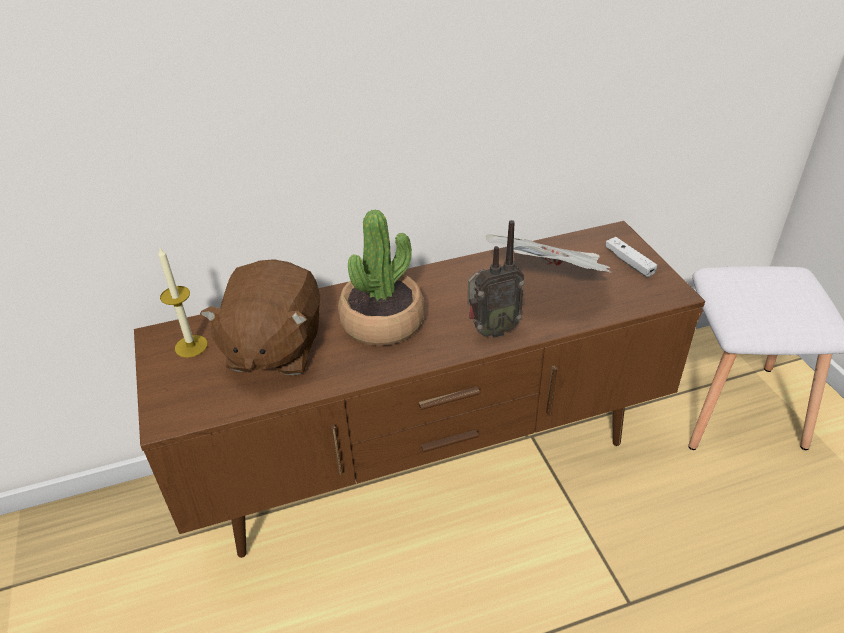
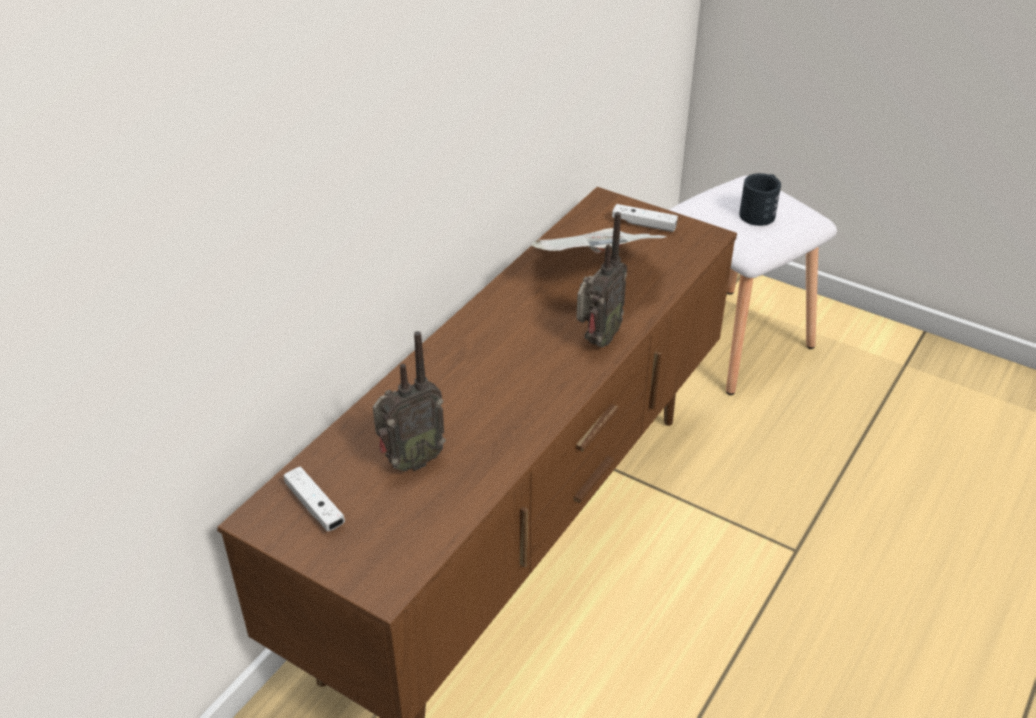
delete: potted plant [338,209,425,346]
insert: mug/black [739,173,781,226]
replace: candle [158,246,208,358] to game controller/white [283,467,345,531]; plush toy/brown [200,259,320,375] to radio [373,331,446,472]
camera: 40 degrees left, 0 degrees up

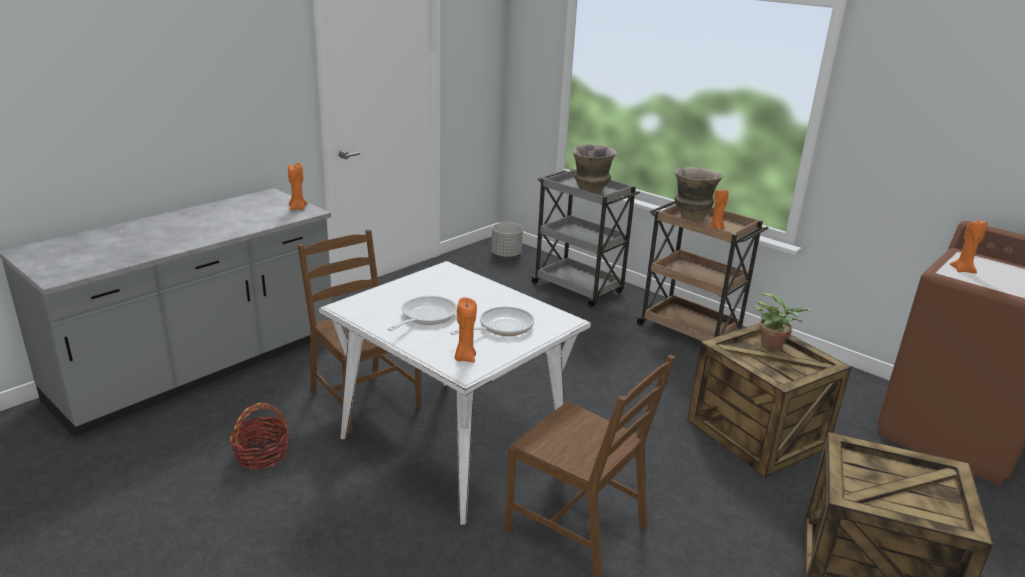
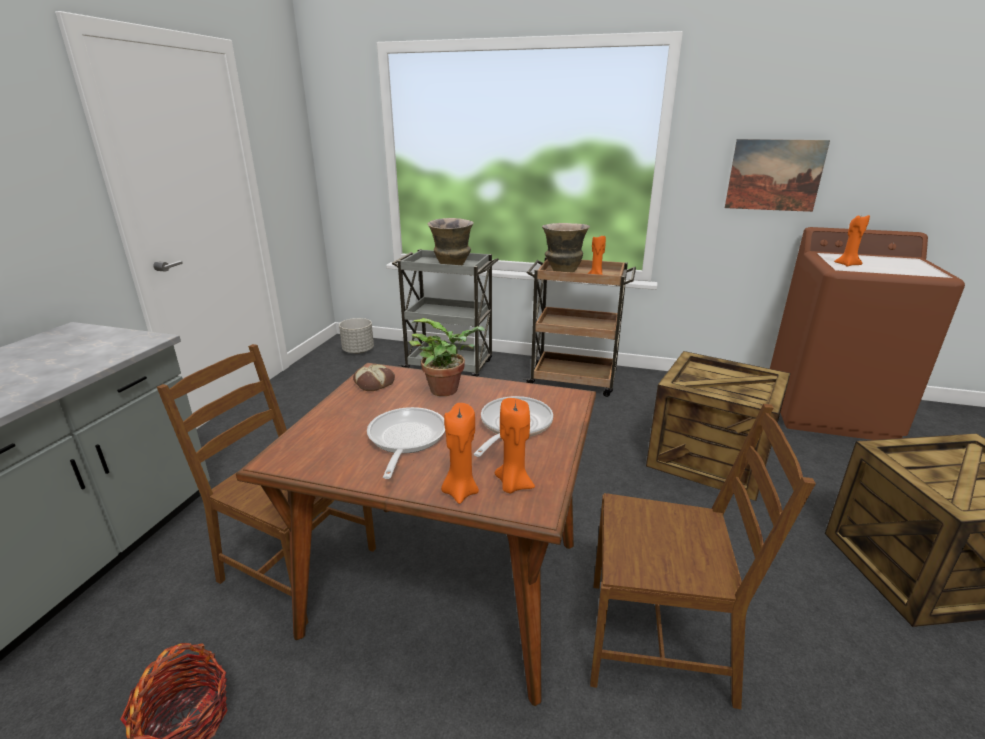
insert: bread [353,364,395,391]; picture [725,139,830,212]
move: candle/orange [288,162,308,210] to [441,403,479,504]; potted plant [755,293,813,351] to [409,318,485,396]
recolor: dining table/white [319,261,591,525] to dining table/brown [236,363,596,706]
camera: 25 degrees left, 0 degrees up

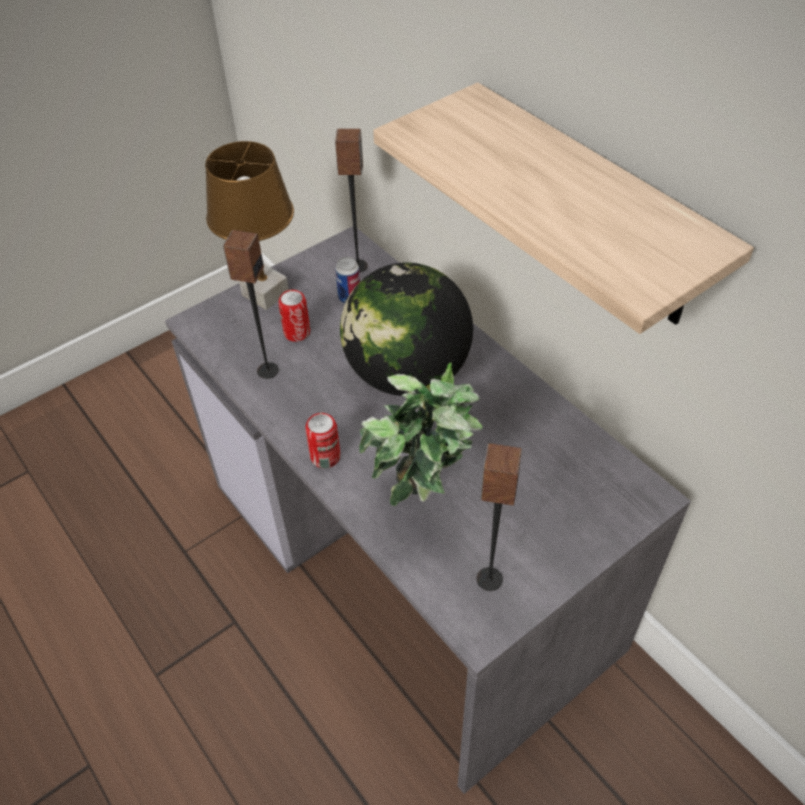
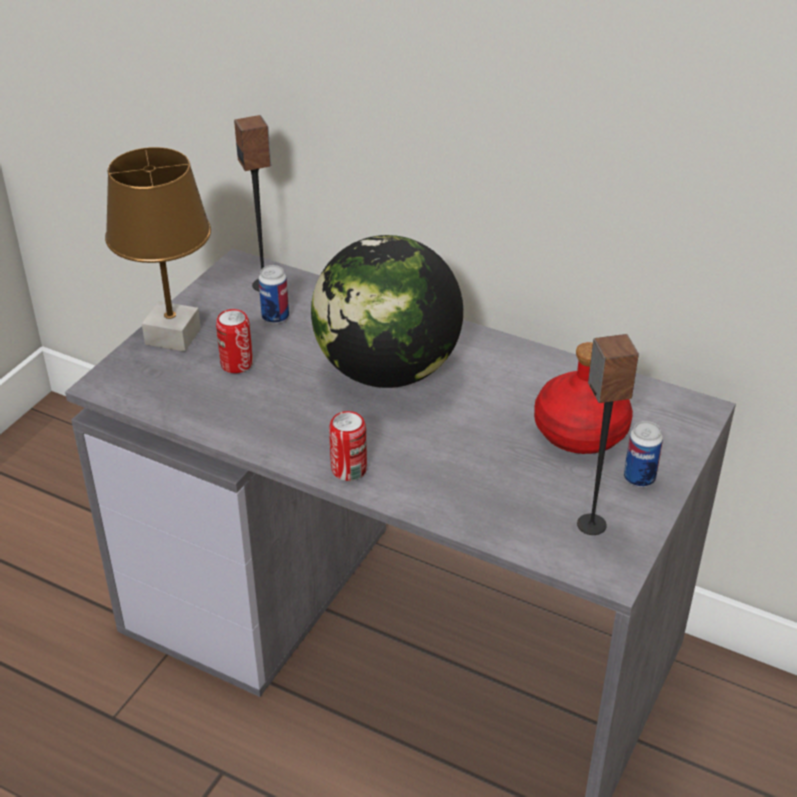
delete: speaker [223,230,279,379]; potted plant [359,363,483,506]; shelf [373,82,754,334]
insert: bottle/red [534,342,633,454]; can [624,421,663,487]
camera: 25 degrees left, 10 degrees down

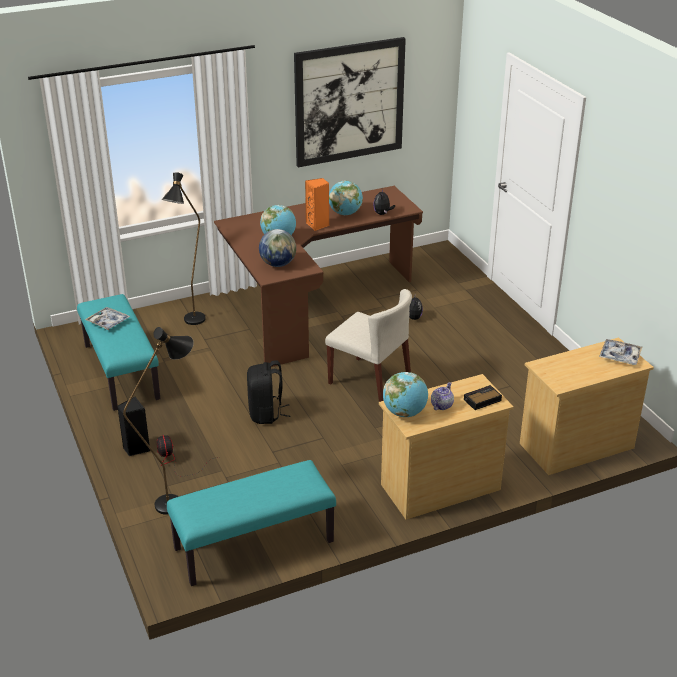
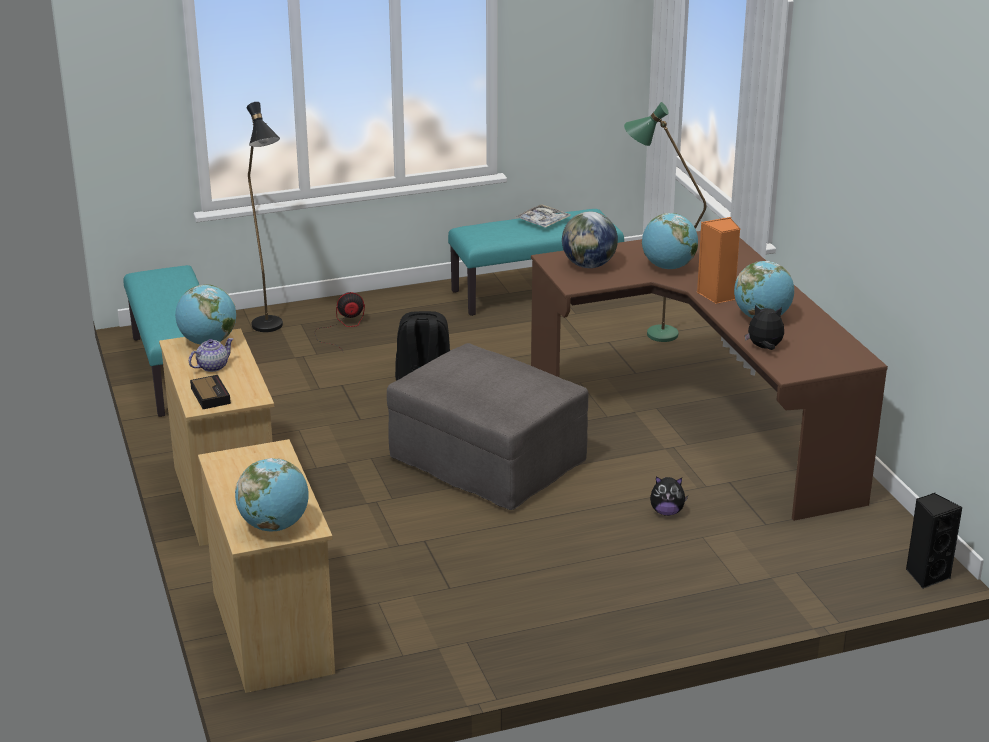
delete: picture [294,37,406,167]
move: speaker/black [117,397,150,456] to [906,493,963,588]
replace: chair/beige [325,289,412,402] to ottoman/grey [387,343,588,510]; tray [599,339,642,365] to globe [235,458,309,531]
recolor: floor lamp/black [162,172,206,325] to floor lamp/green [624,102,706,342]
rotate: teapot [431,382,454,410] = [189,338,233,372] 75 degrees counterclockwise
camera: 95 degrees right, 5 degrees down

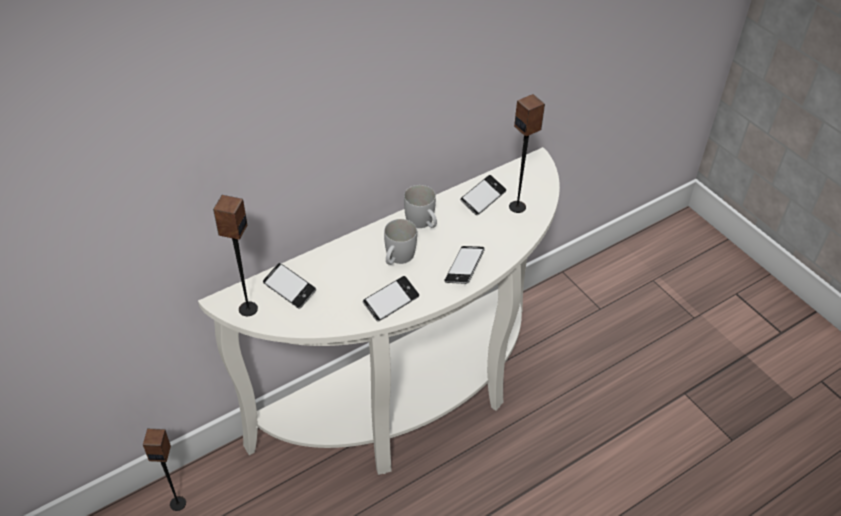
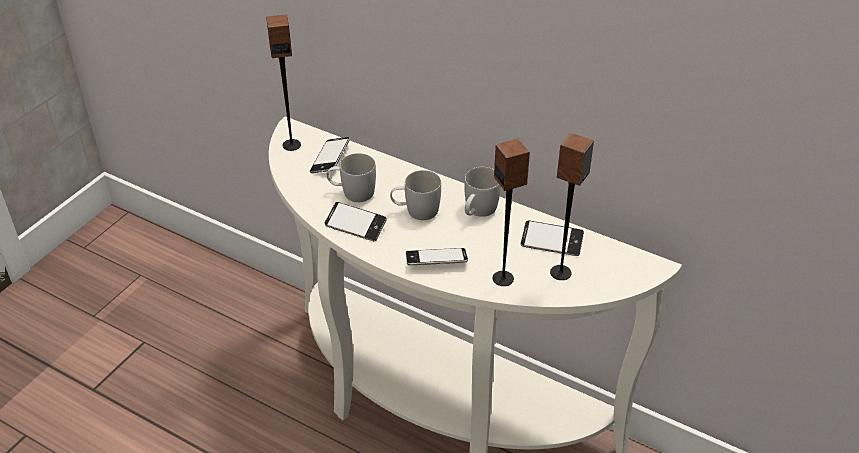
insert: mug/white [327,153,376,202]
move: speaker [143,428,186,511] to [493,139,530,286]
camera: 65 degrees right, 5 degrees down

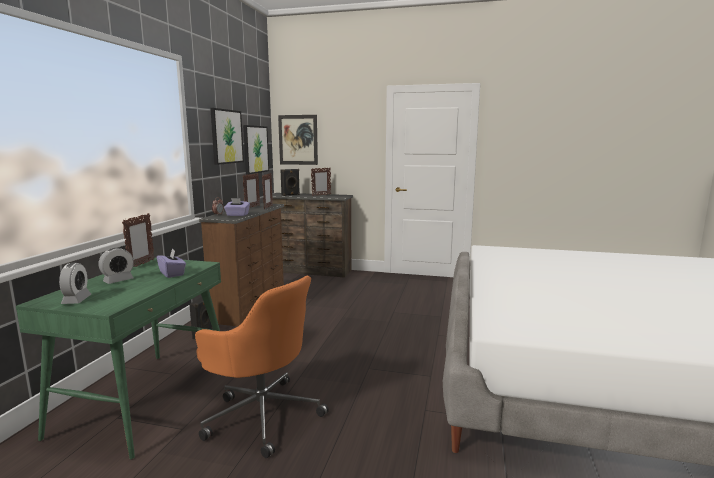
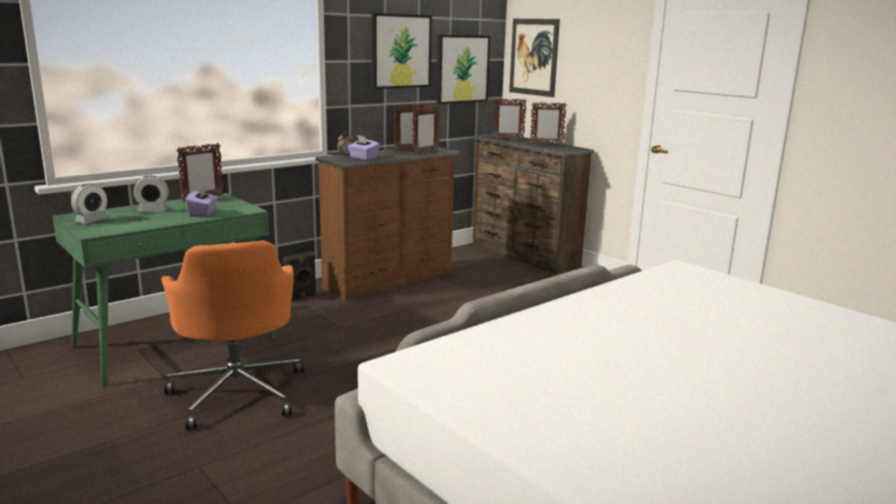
replace: speaker/black [281,169,300,196] to picture frame [493,98,527,140]
camera: 35 degrees right, 5 degrees up

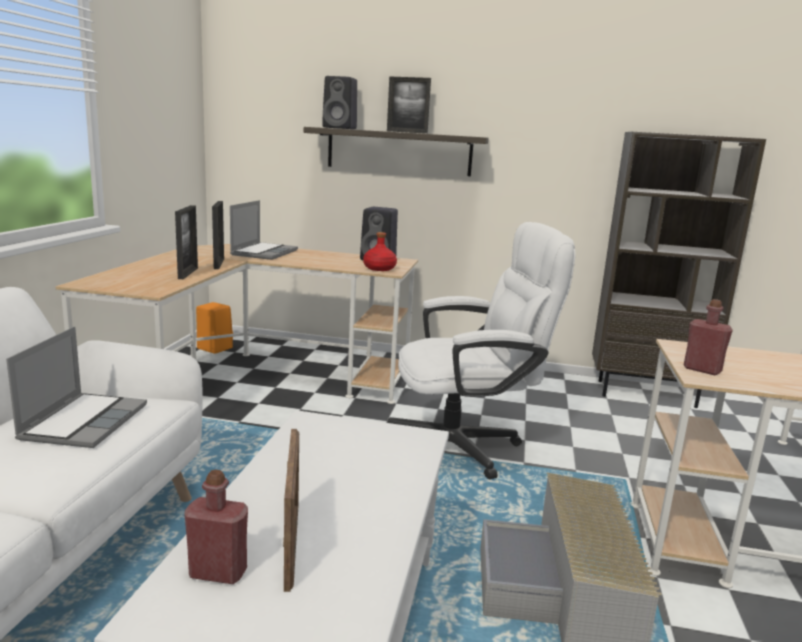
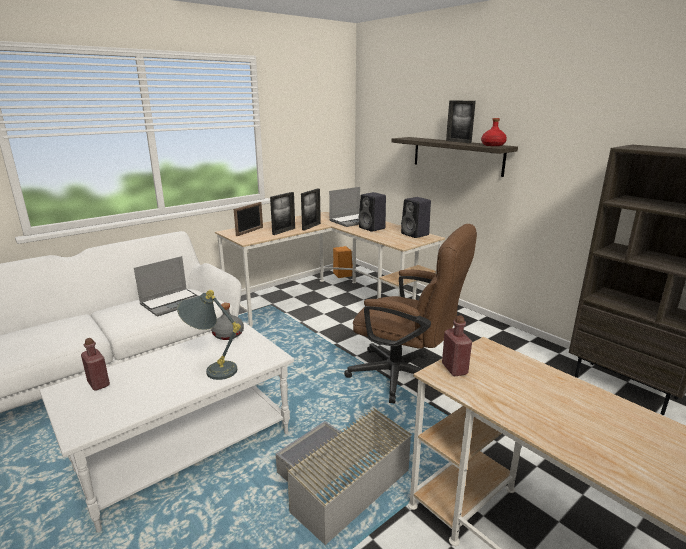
insert: table lamp/grey [177,290,241,380]; bottle/grey [211,303,244,340]
move: picture frame [283,429,299,592] to [234,202,263,236]; speaker/black [322,76,357,129] to [359,192,386,232]; bottle/red [363,232,397,271] to [481,118,507,146]
recolor: office chair/white [387,222,576,479] to office chair/brown [344,224,477,404]
camera: 40 degrees right, 5 degrees up

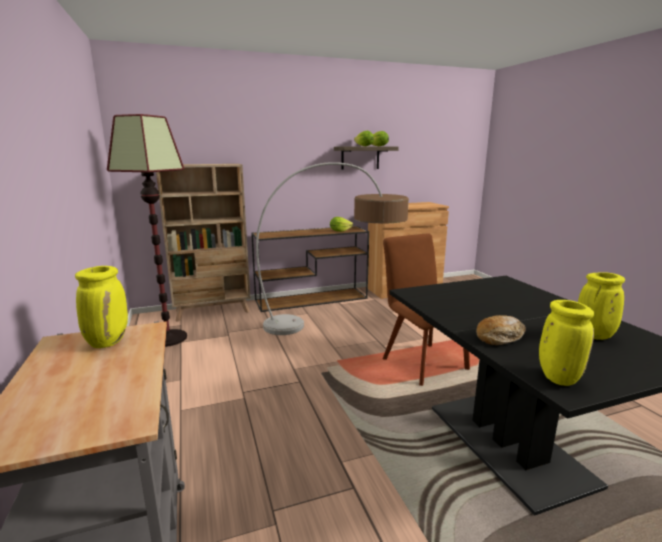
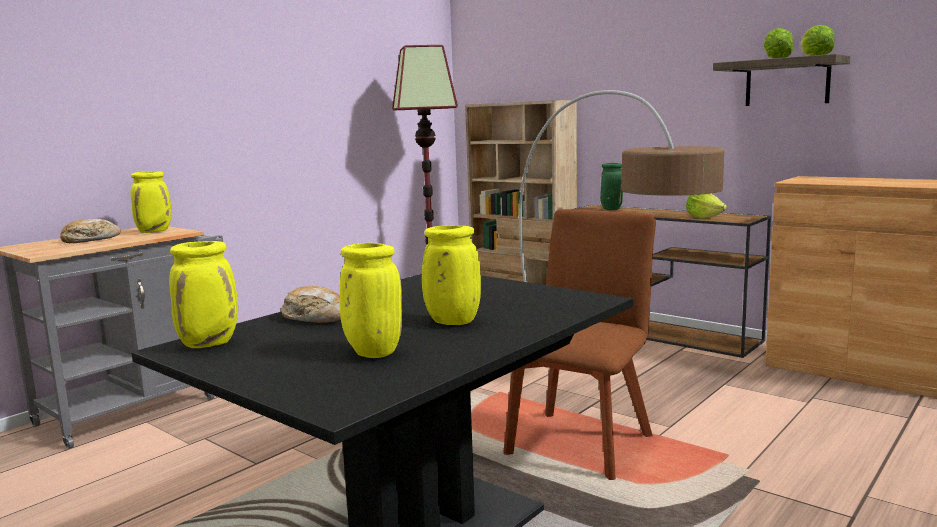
insert: bread [60,219,121,243]; vase/yellow [422,225,481,325]; vase/green [600,163,623,210]
camera: 60 degrees right, 5 degrees down

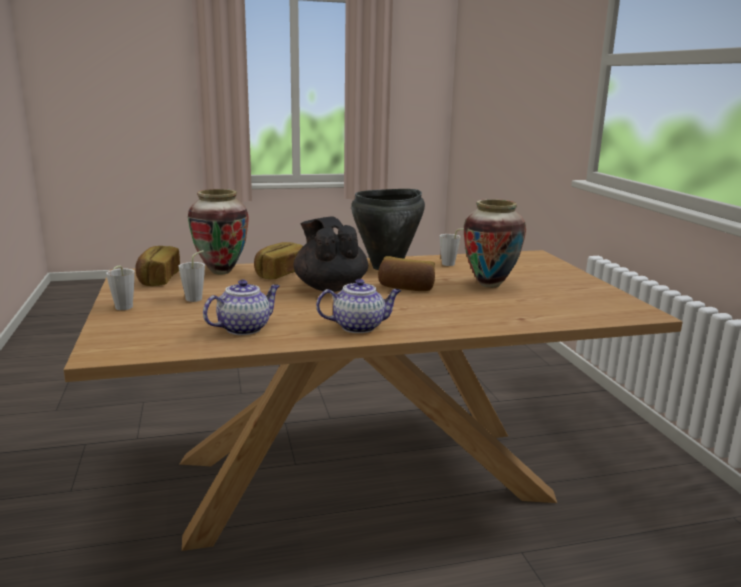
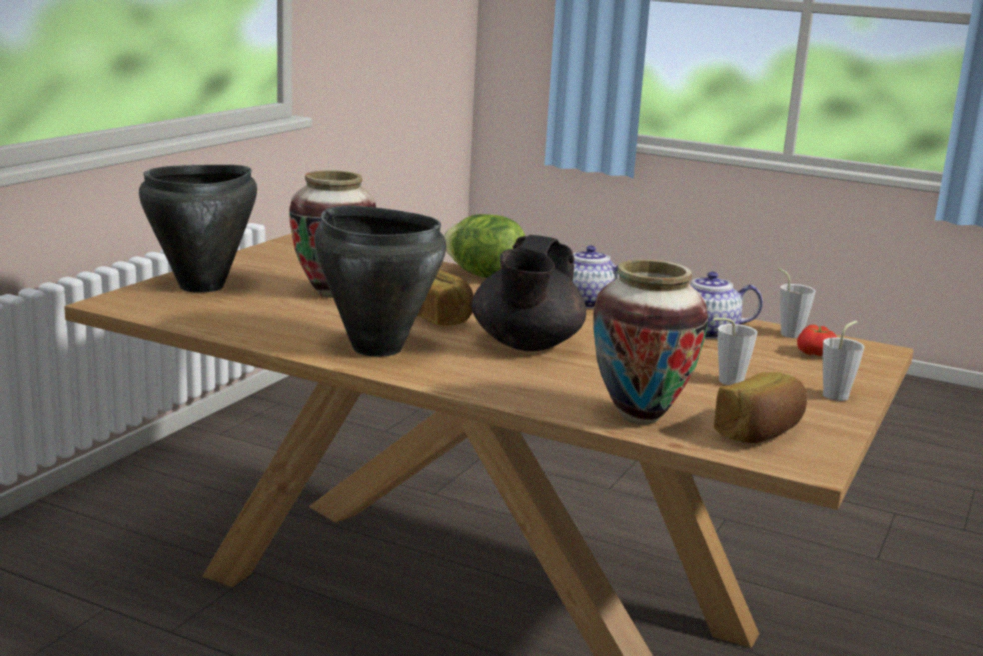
delete: bread [254,242,303,279]
insert: cooking pot/black [139,165,257,293]; lettuce [444,214,525,278]; tomato [797,325,837,356]
move: cup/grey [440,229,464,266] to [778,268,816,338]
camera: 140 degrees left, 0 degrees up

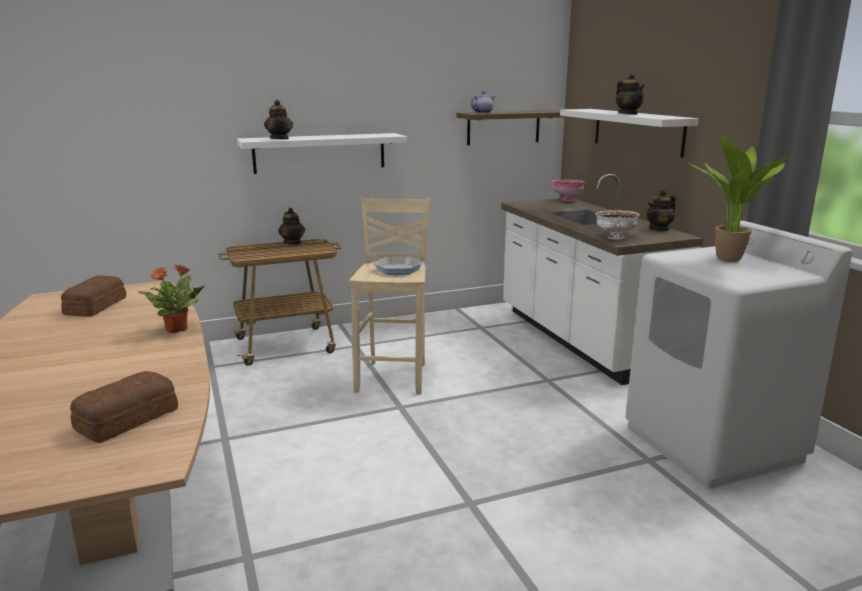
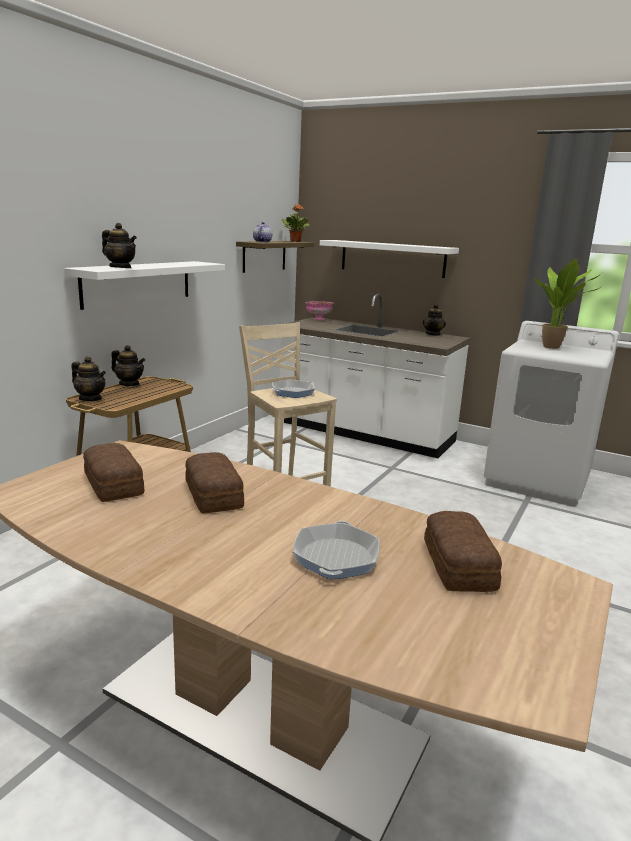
delete: bowl/white [595,210,640,240]
insert: bread [185,452,244,513]; frying pan [292,521,380,580]
move: potted plant [138,265,206,333] to [282,204,310,242]; teapot [616,73,645,115] to [71,356,106,401]
camera: 40 degrees left, 0 degrees up

